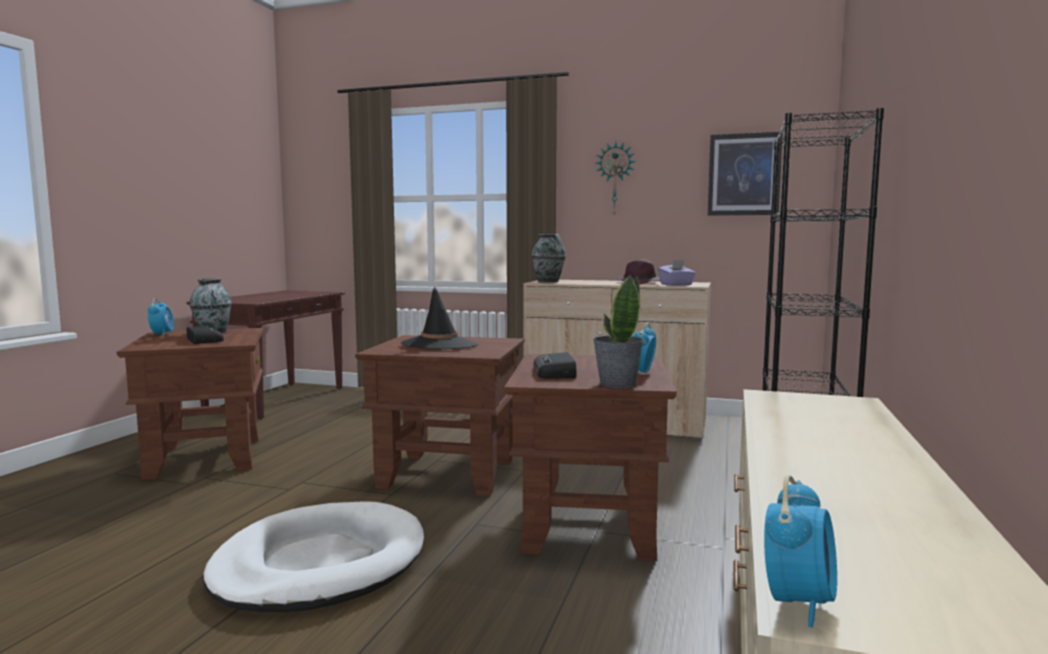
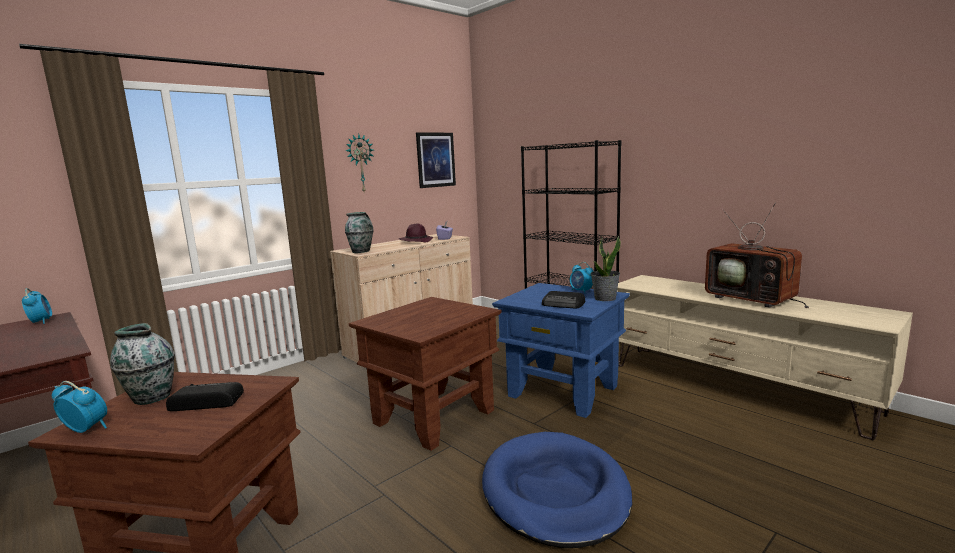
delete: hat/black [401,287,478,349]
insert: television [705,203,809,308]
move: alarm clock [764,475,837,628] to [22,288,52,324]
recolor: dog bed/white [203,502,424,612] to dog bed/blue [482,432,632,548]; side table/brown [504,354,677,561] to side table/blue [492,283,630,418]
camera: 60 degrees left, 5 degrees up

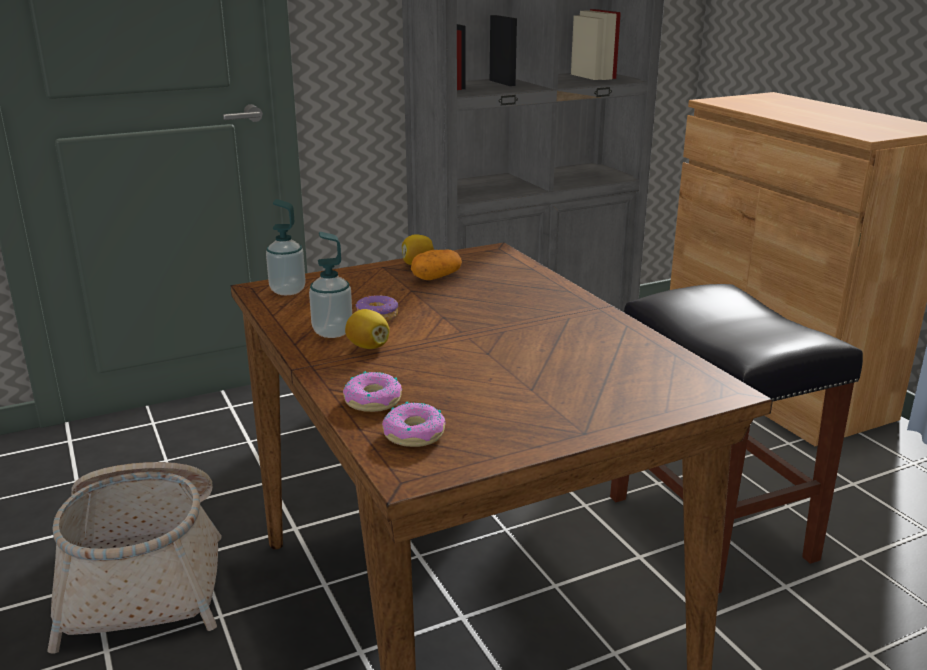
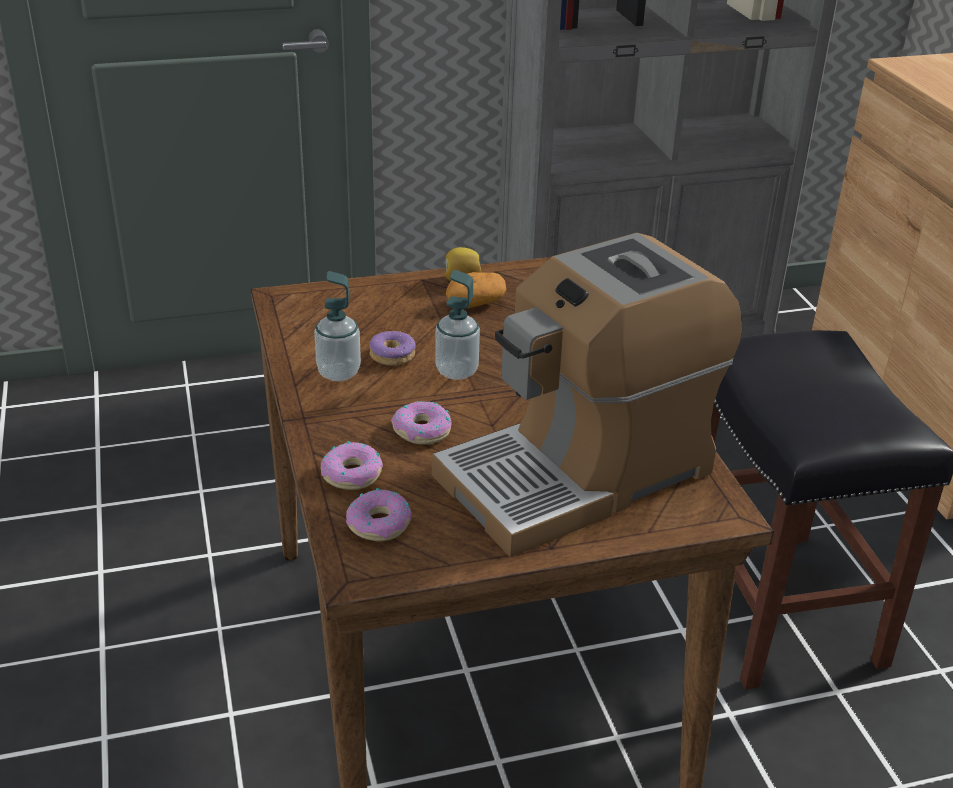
delete: basket [47,462,222,654]; lemon [345,309,390,349]
insert: donut [391,401,452,445]; coffee machine [432,233,742,557]
move: soap dispenser [266,199,306,296] to [435,270,480,380]
camera: 10 degrees right, 10 degrees up

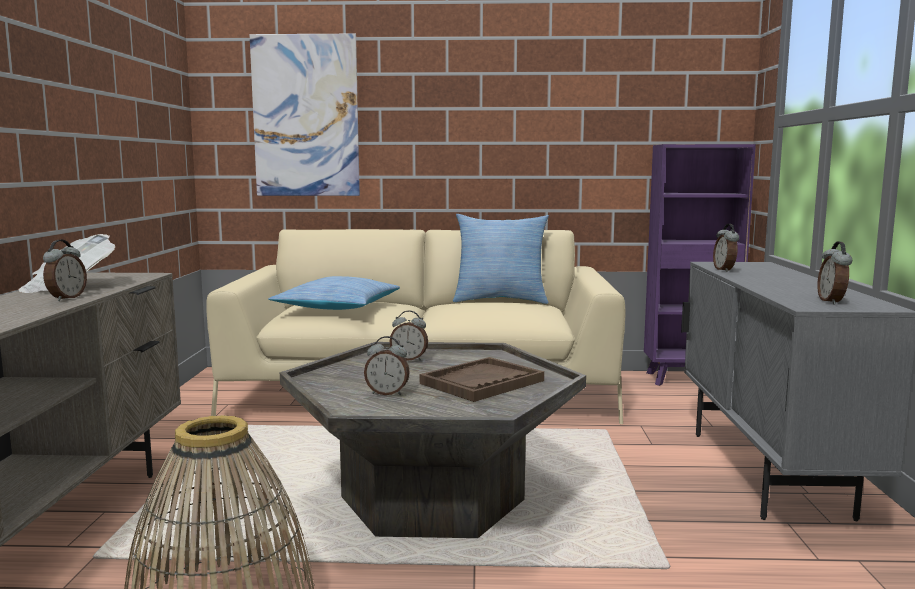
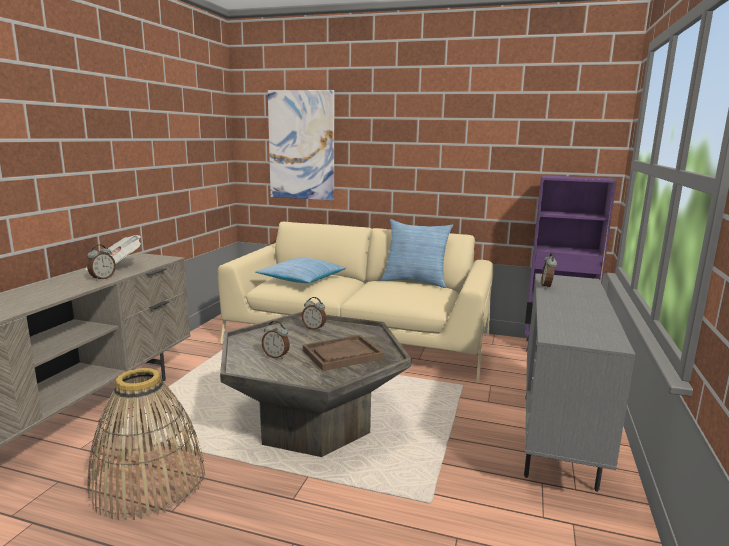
delete: alarm clock [817,242,852,305]
camera: 15 degrees right, 5 degrees up

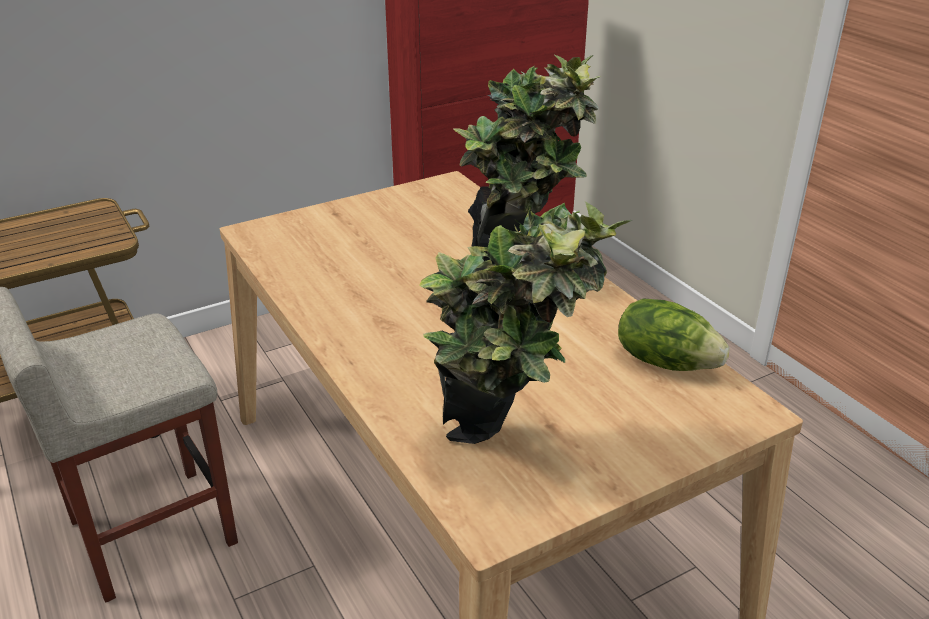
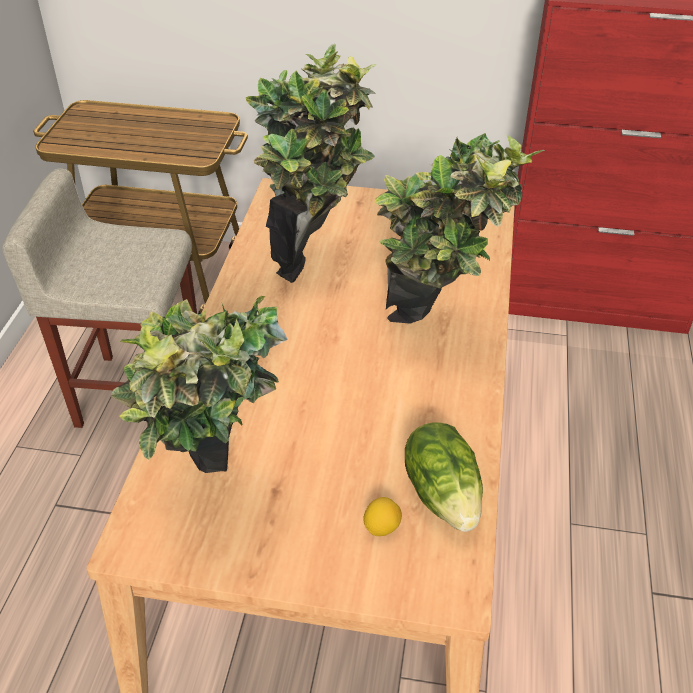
insert: potted plant [246,44,377,283]; lemon [363,497,402,536]
camera: 40 degrees right, 10 degrees up

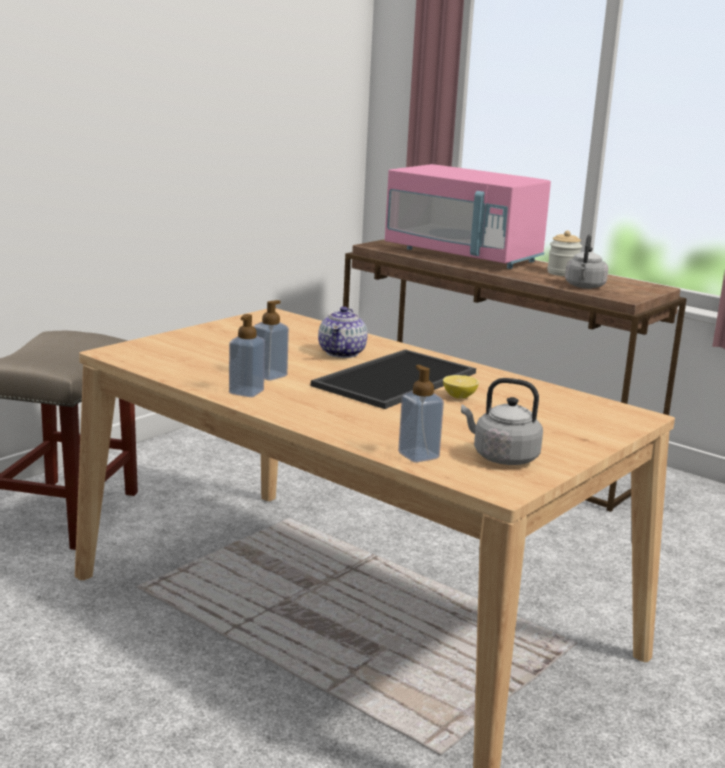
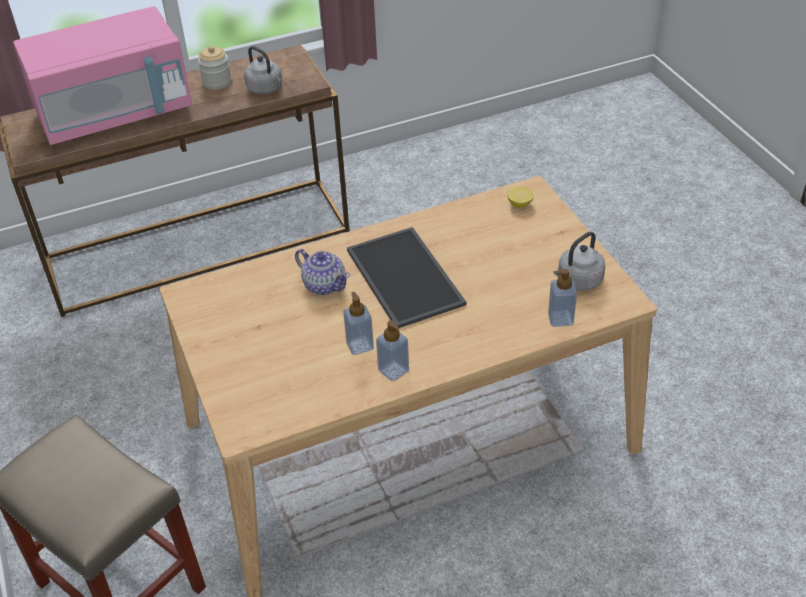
move: lemon [443,375,479,398] to [507,186,534,207]
camera: 60 degrees left, 25 degrees up

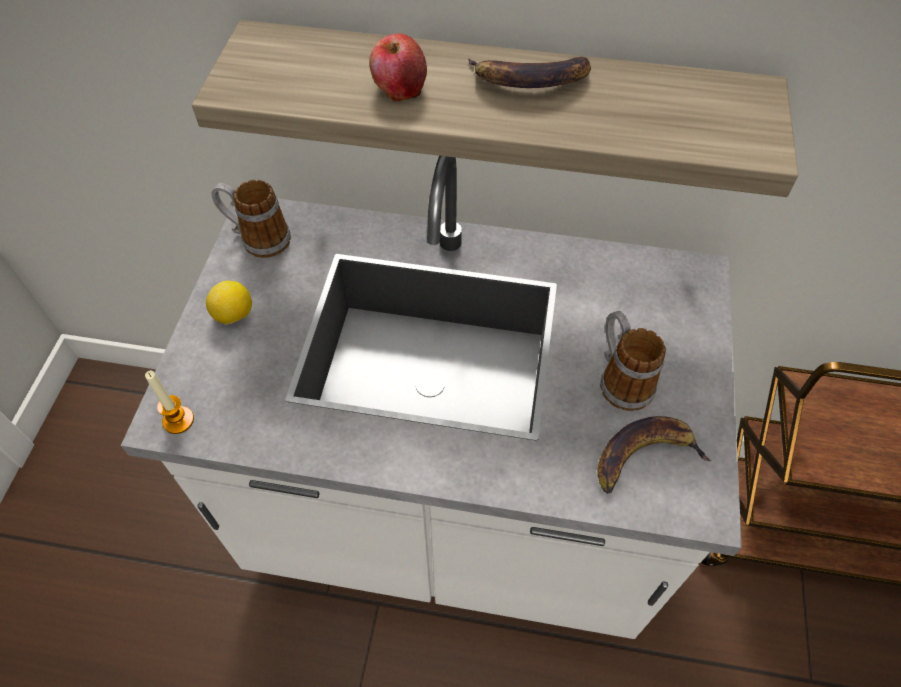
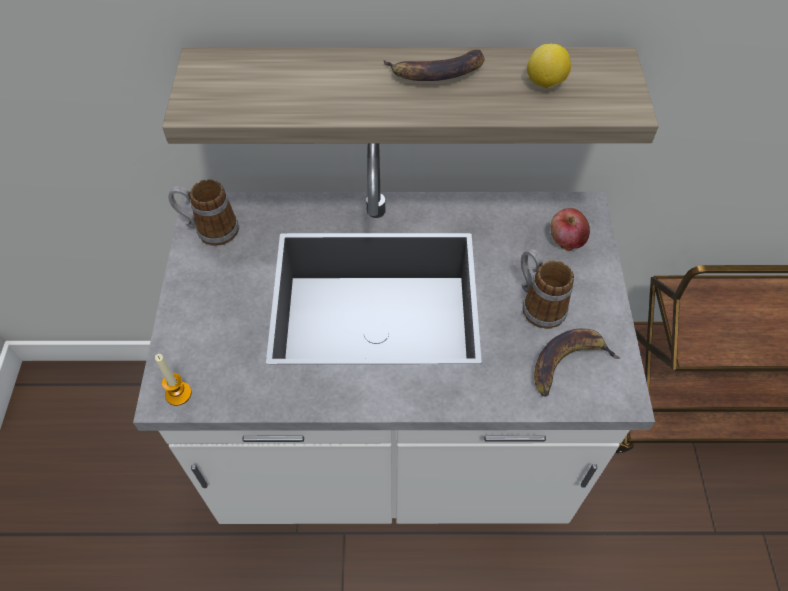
move: lemon [206,281,252,325] to [527,44,571,88]; apple [369,33,427,101] to [550,208,590,251]
camera: 10 degrees left, 0 degrees up

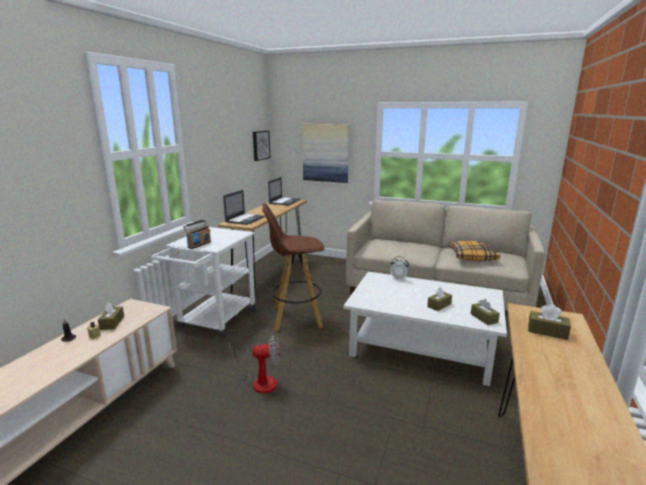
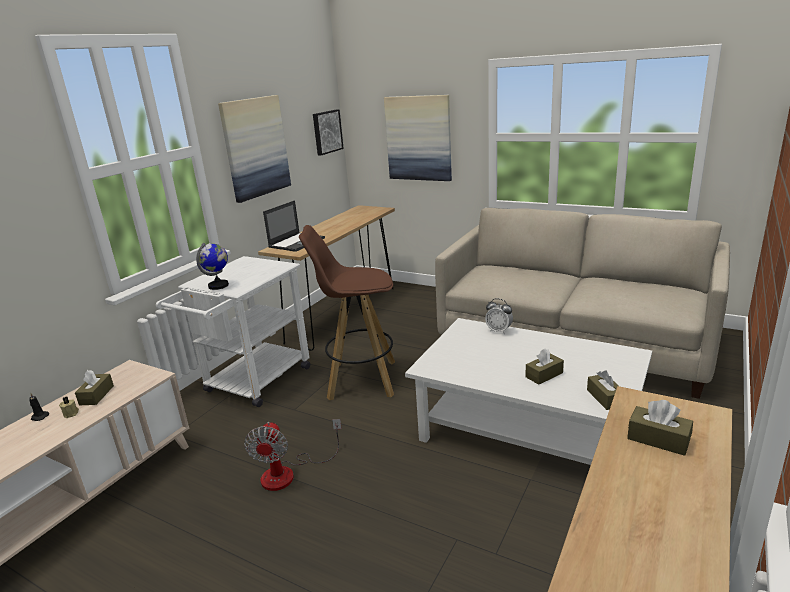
delete: laptop [268,177,300,206]; pillow [449,241,500,261]
insert: picture [218,95,291,203]
replace: radio [183,219,211,249] to globe [196,243,229,290]
rotate: fan [229,335,279,394] = [244,419,342,491] 90 degrees clockwise
camera: 10 degrees right, 5 degrees up

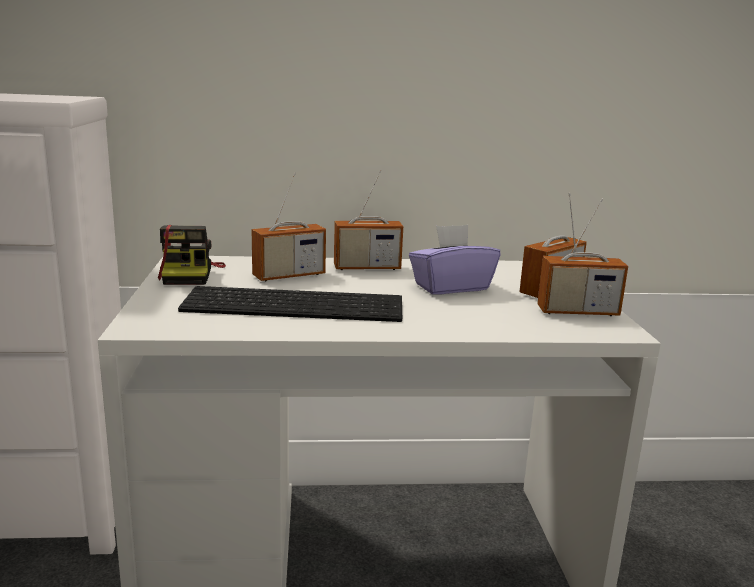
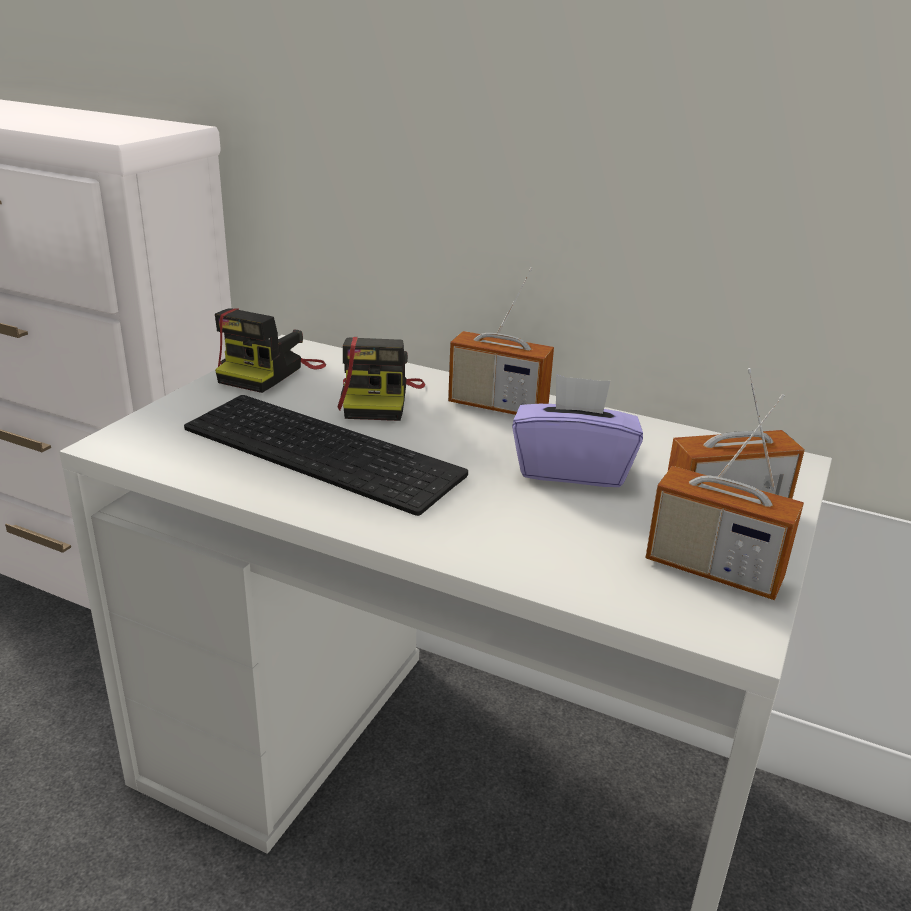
replace: radio [252,172,326,281] to photo camera [338,337,425,421]
camera: 30 degrees right, 10 degrees up

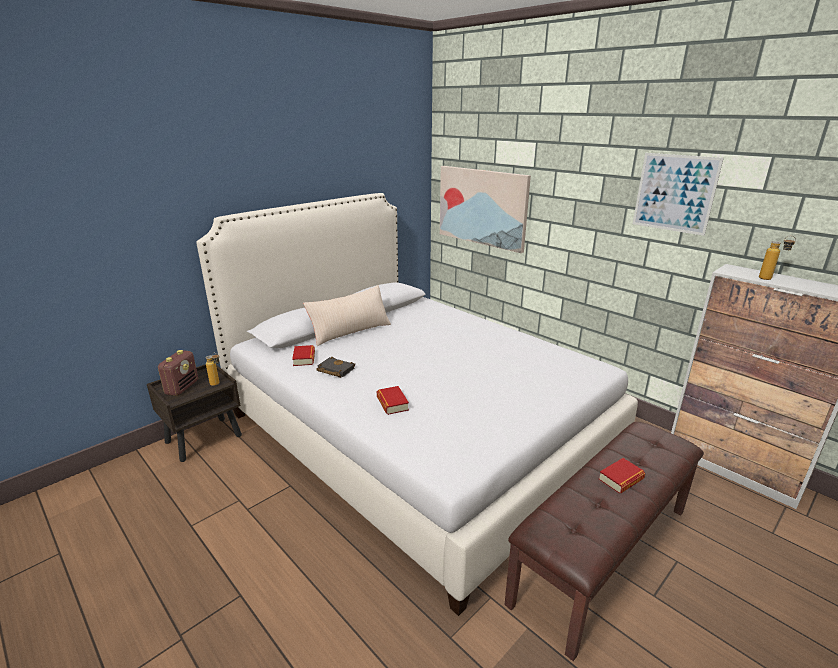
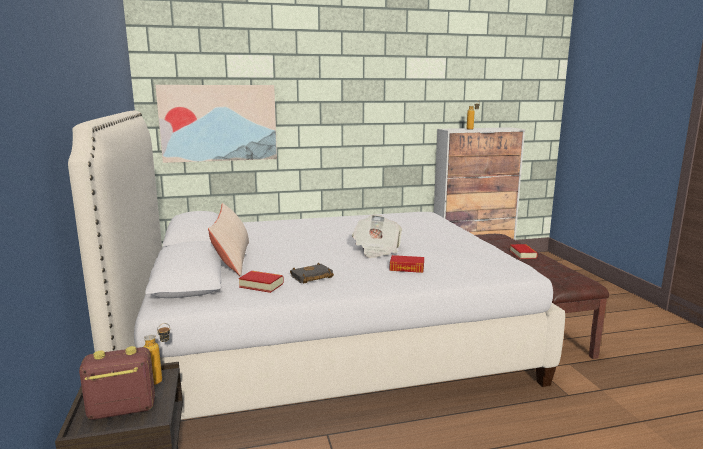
delete: picture [633,153,724,236]
insert: newspaper [352,215,402,258]
rotate: radio [158,350,198,396] = [79,346,155,420] 60 degrees counterclockwise
camera: 60 degrees left, 10 degrees down

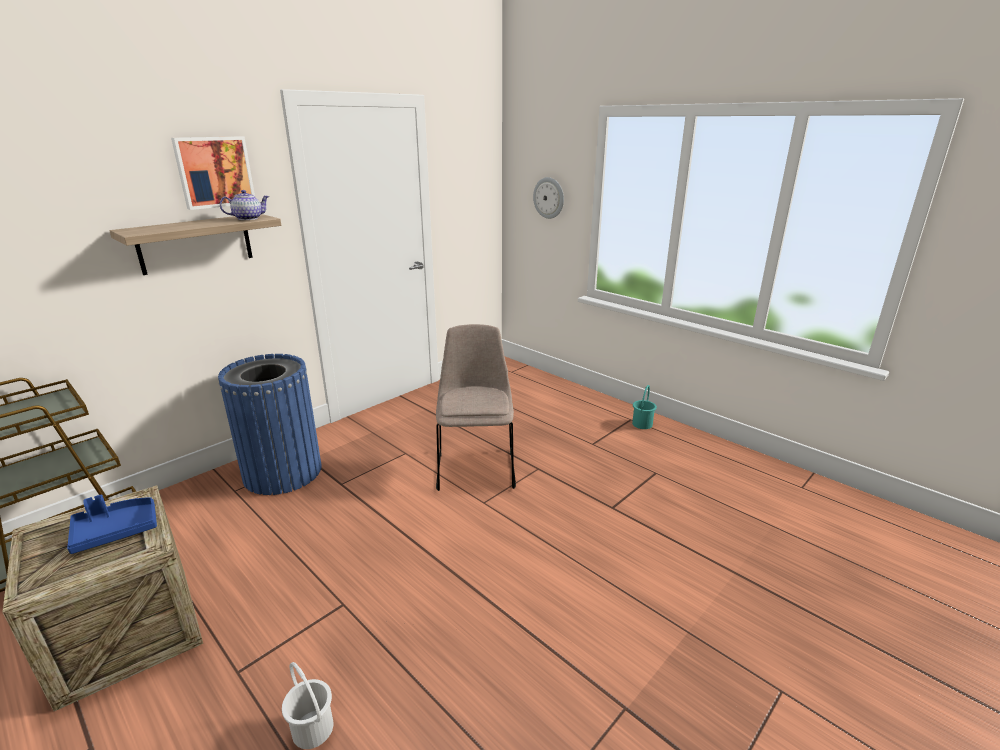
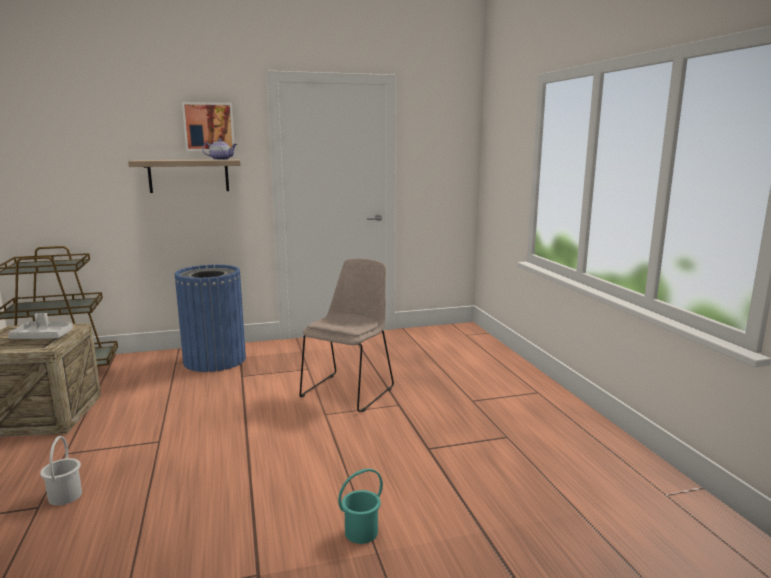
delete: wall clock [533,177,564,219]
move: bucket/turquoise [632,385,657,429] to [338,469,383,544]
recolor: tray/blue [67,495,157,554] to tray/grey [8,313,73,339]
camera: 30 degrees right, 10 degrees down

